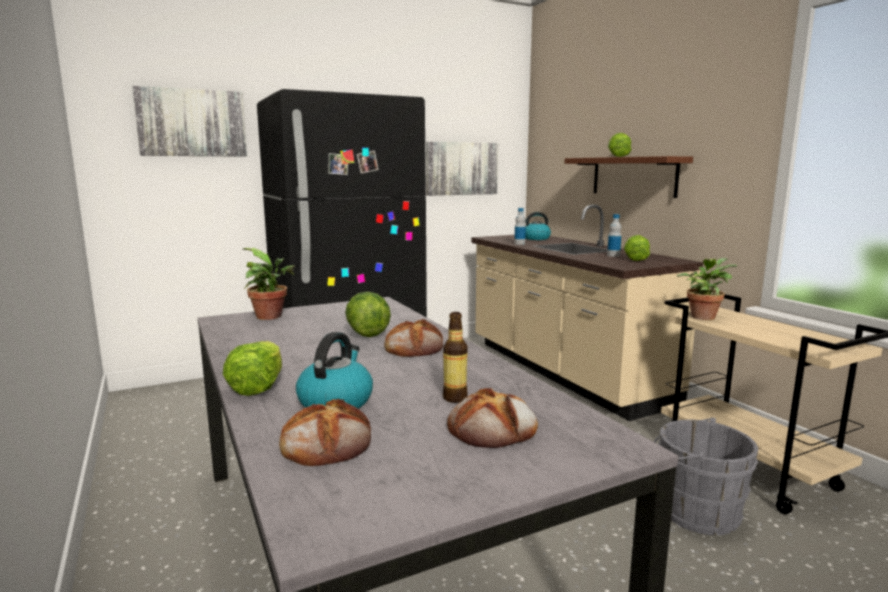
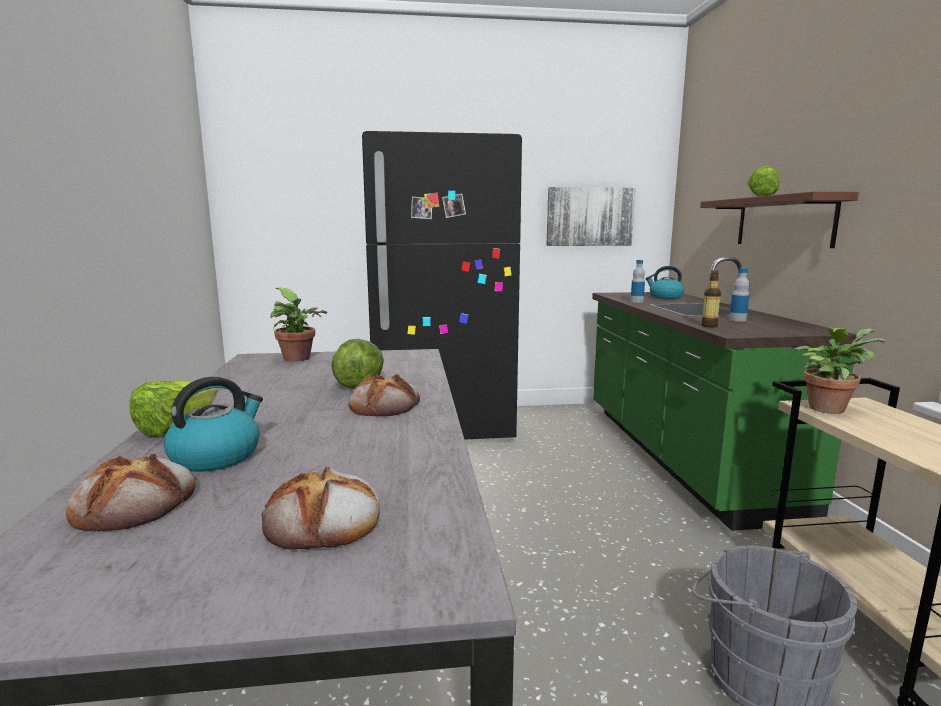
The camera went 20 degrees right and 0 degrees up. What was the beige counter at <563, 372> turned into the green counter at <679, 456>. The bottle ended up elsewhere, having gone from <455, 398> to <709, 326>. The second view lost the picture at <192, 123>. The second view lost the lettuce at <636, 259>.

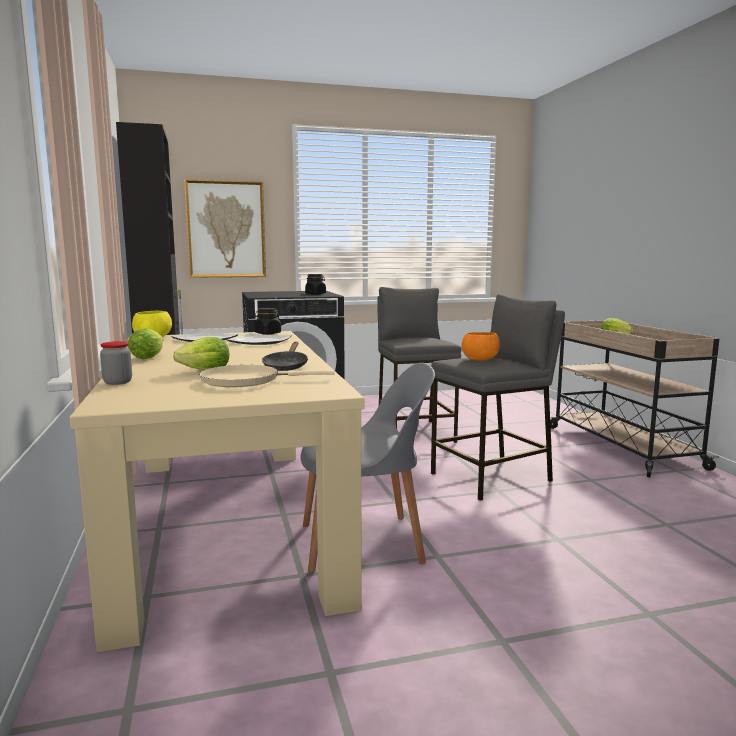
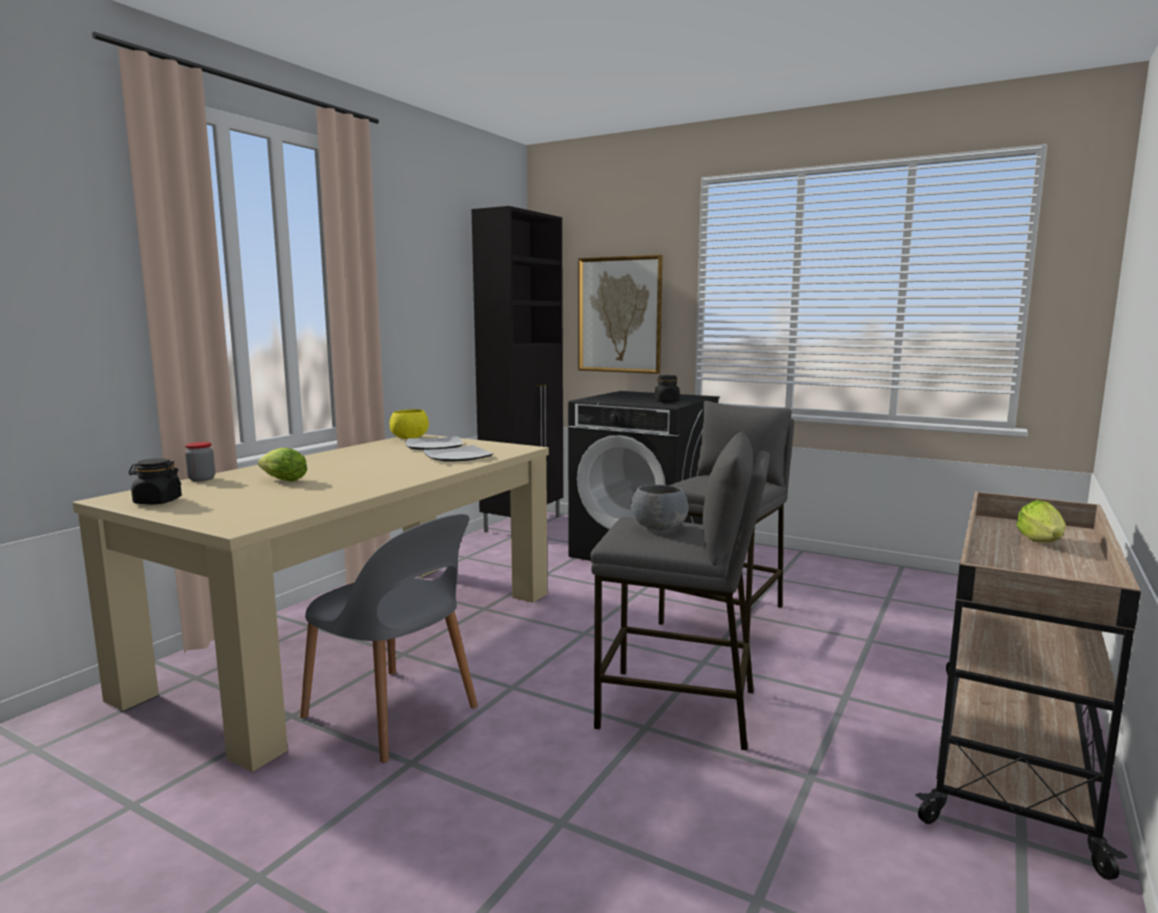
The camera went 45 degrees right and 0 degrees up. The black jar ended up elsewhere, having gone from <268, 333> to <157, 501>. What was the orange bowl at <480, 360> turned into the grey bowl at <660, 528>. The second view lost the lettuce at <149, 357>. The second view lost the beige frying pan at <246, 381>. The second view lost the black frying pan at <286, 366>.

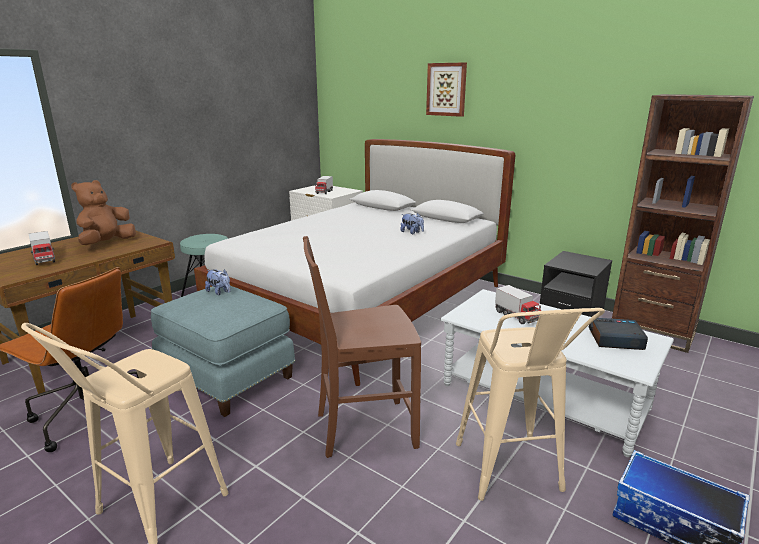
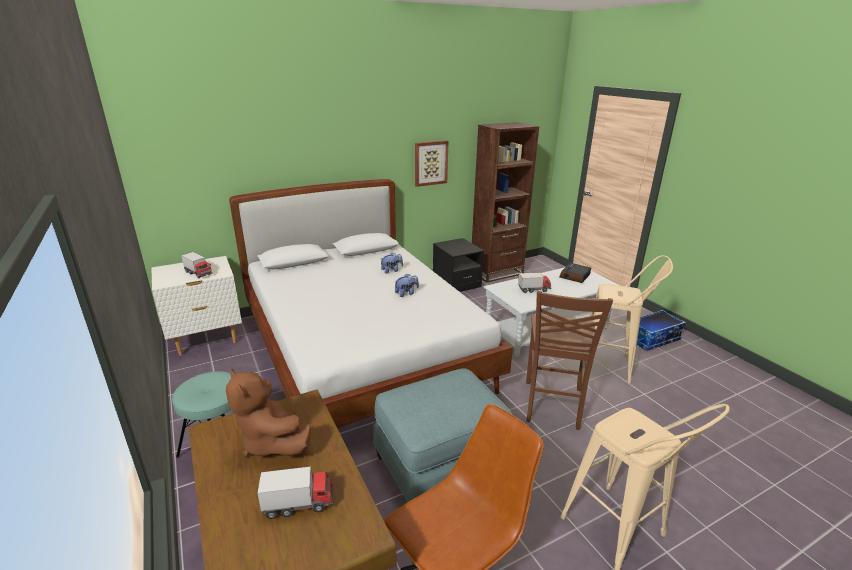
The camera went 65 degrees left and 5 degrees up. The plush toy ended up elsewhere, having gone from <219, 292> to <406, 293>. The picture ended up elsewhere, having gone from <446, 89> to <430, 163>.

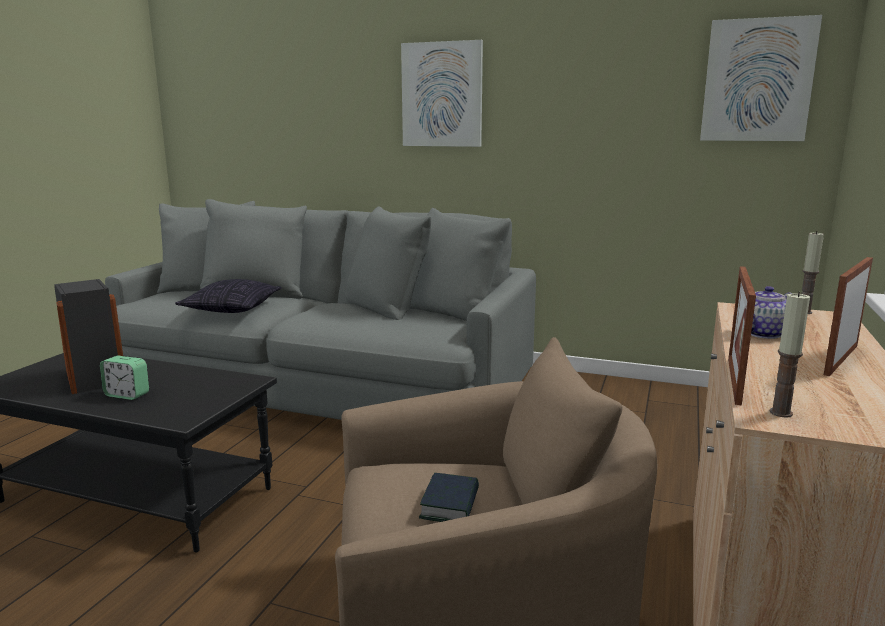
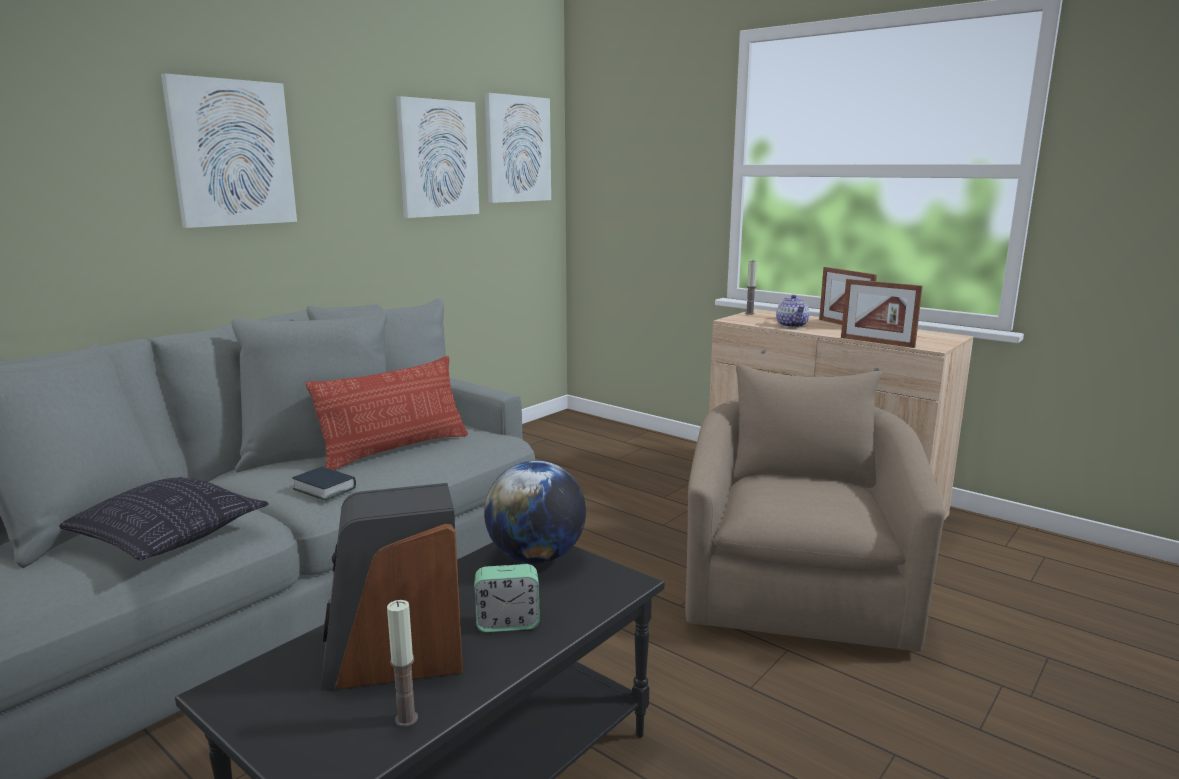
The camera went 70 degrees left and 0 degrees up. The book ended up elsewhere, having gone from <450, 505> to <324, 489>. The second view gained the pillow at <395, 450>. The candle ended up elsewhere, having gone from <780, 413> to <406, 719>. The second view gained the picture at <438, 158>. The alarm clock at <127, 395> ended up facing another way, 45 degrees clockwise from before. The second view gained the globe at <536, 557>.

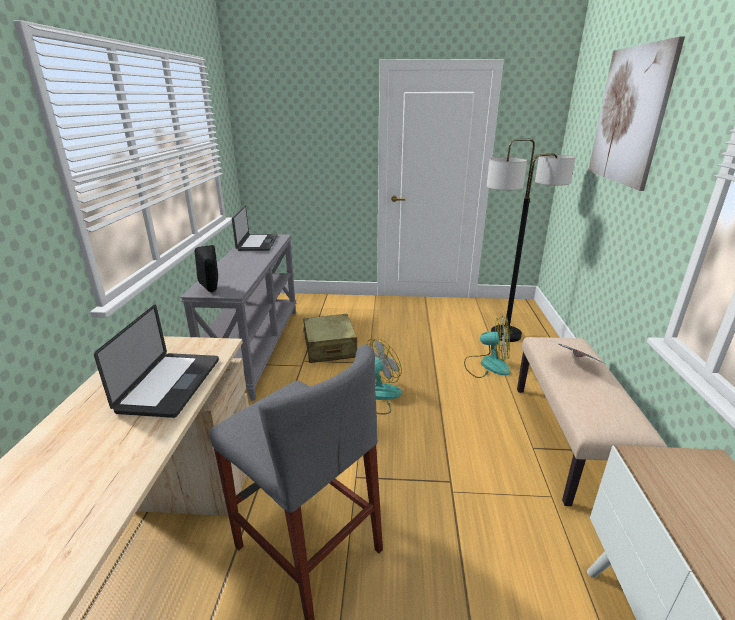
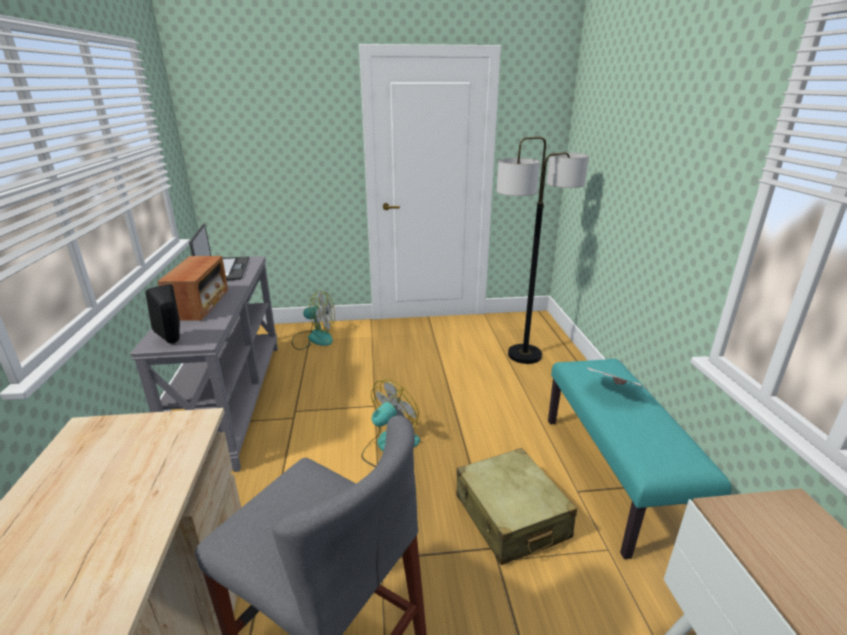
The camera went 10 degrees left and 0 degrees up. The second view gained the radio at <200, 305>. The fan ended up elsewhere, having gone from <487, 365> to <314, 338>. The beige suitcase ended up elsewhere, having gone from <329, 347> to <511, 517>. What was the beige bench at <569, 440> turned into the turquoise bench at <614, 477>. The second view lost the laptop at <170, 385>. The second view lost the picture at <629, 116>.

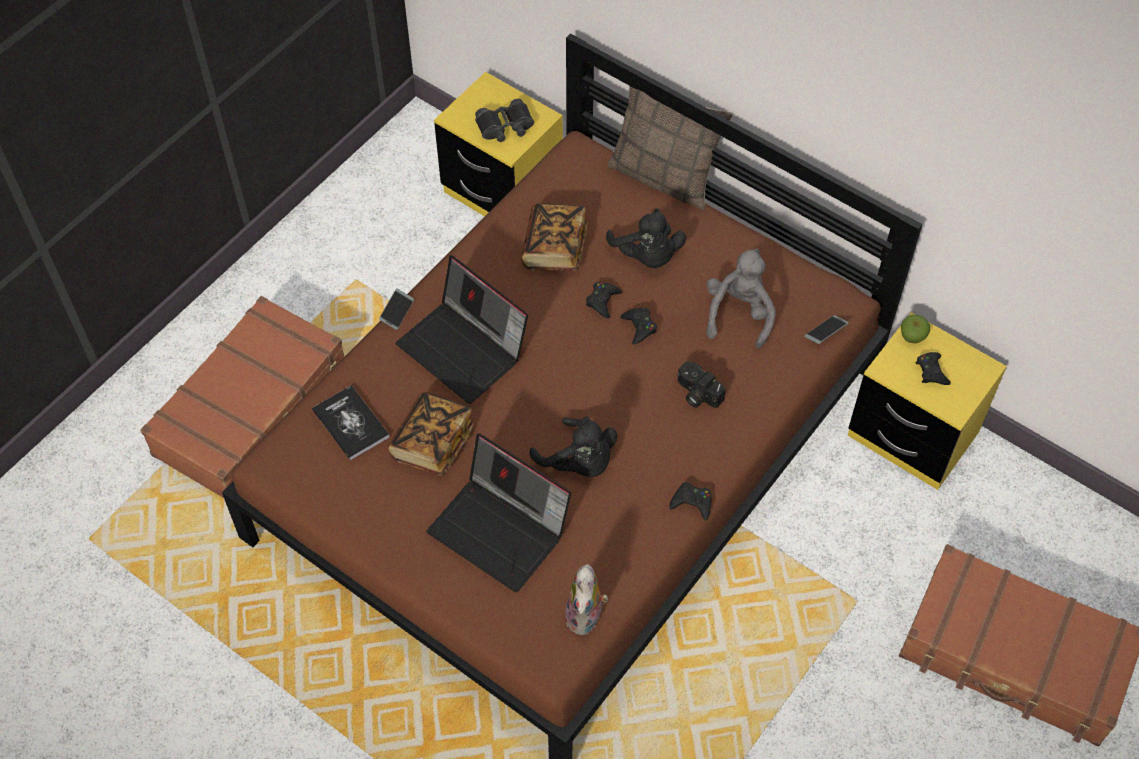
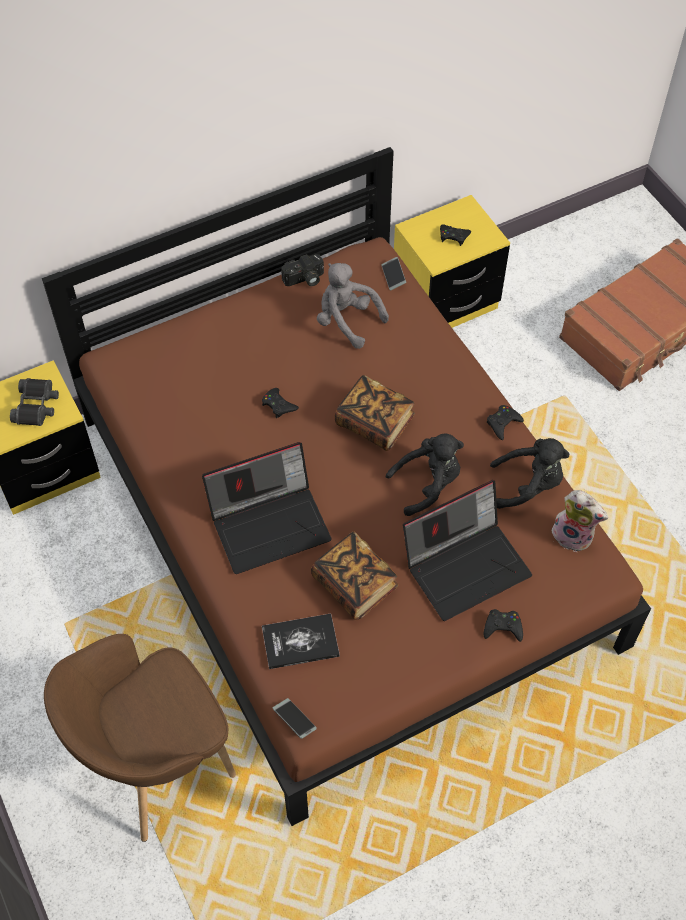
The camera went 65 degrees left and 0 degrees up. Where the brown suitcase stood at <253, 411>, the brown armchair came to stand at <158, 766>. The phone ended up elsewhere, having gone from <397, 311> to <294, 720>. The photo camera ended up elsewhere, having gone from <696, 394> to <304, 279>. The book ended up elsewhere, having gone from <554, 248> to <374, 423>. The black game controller ended up elsewhere, having gone from <639, 327> to <503, 627>. The black plush toy ended up elsewhere, having gone from <647, 256> to <528, 485>. The second view lost the pillow at <664, 176>. The second view lost the apple at <912, 337>.

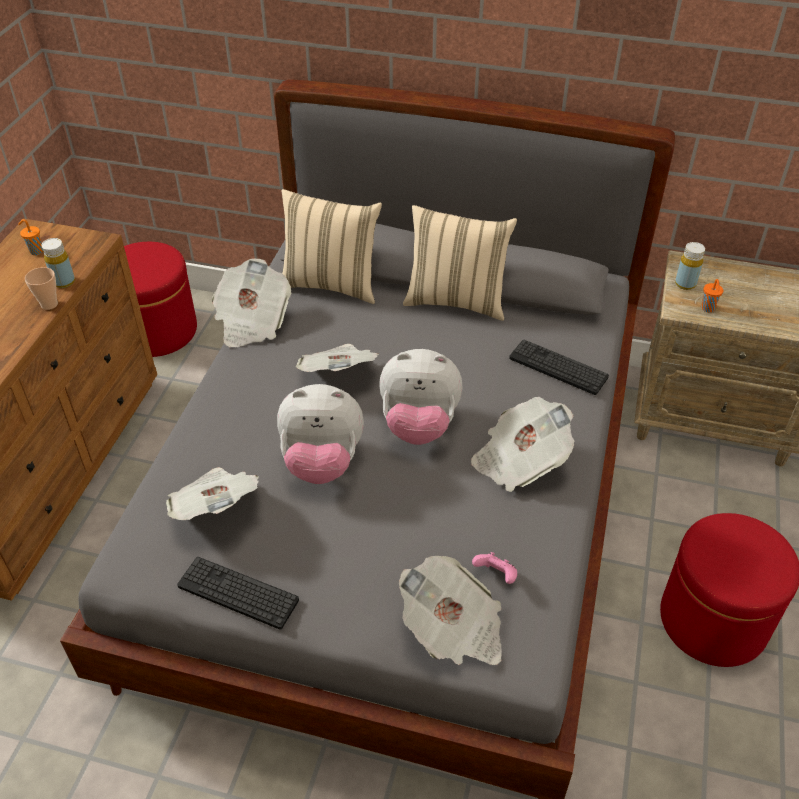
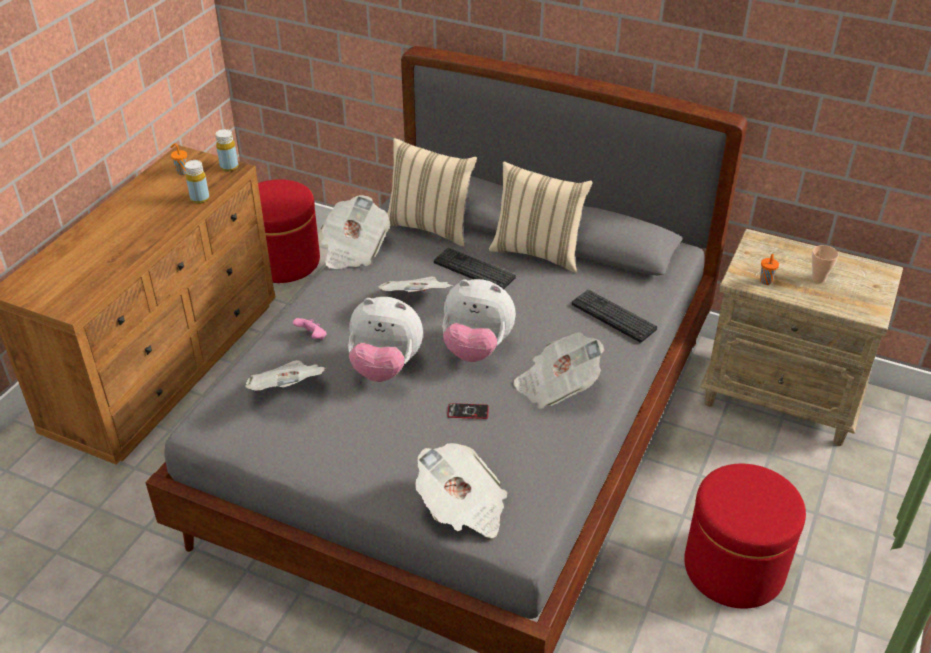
The camera went 10 degrees right and 5 degrees down. The yellow bottle ended up elsewhere, having gone from <685, 284> to <229, 167>. The pink game controller ended up elsewhere, having gone from <496, 575> to <312, 337>. The keyboard ended up elsewhere, having gone from <238, 593> to <474, 270>. The second view gained the phone at <468, 412>. The cup ended up elsewhere, having gone from <49, 304> to <818, 278>.

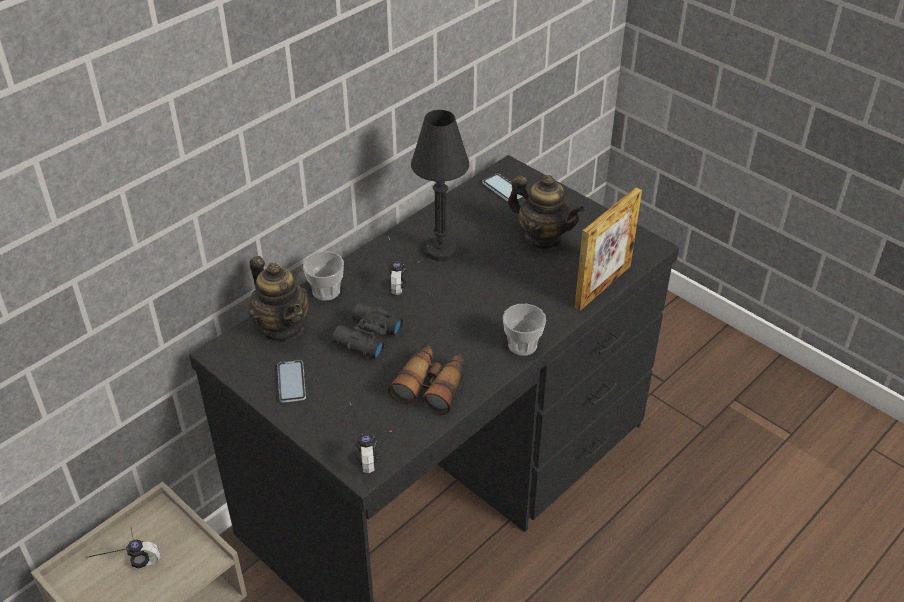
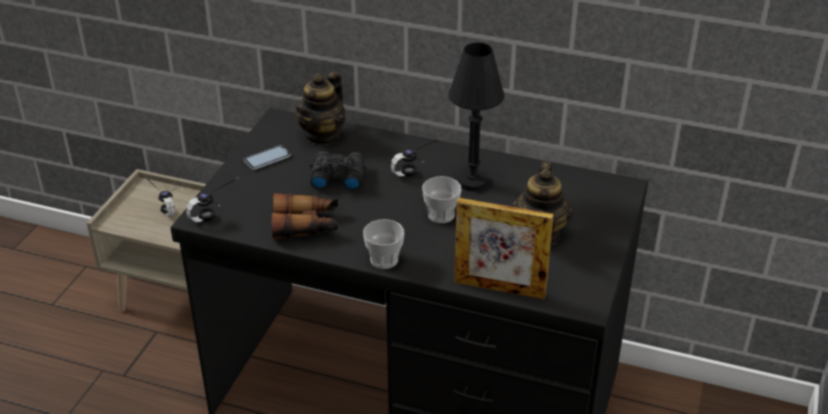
The camera went 65 degrees right and 5 degrees down. The cup ended up elsewhere, having gone from <326, 291> to <441, 215>. The second view lost the phone at <503, 189>.

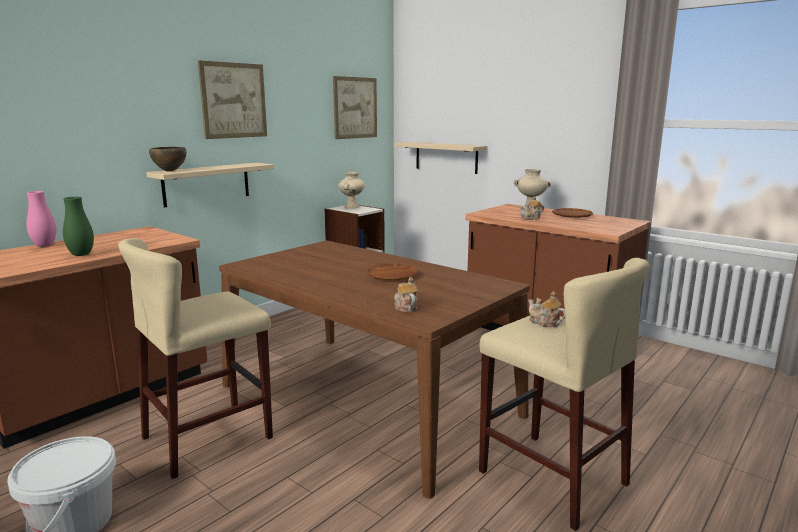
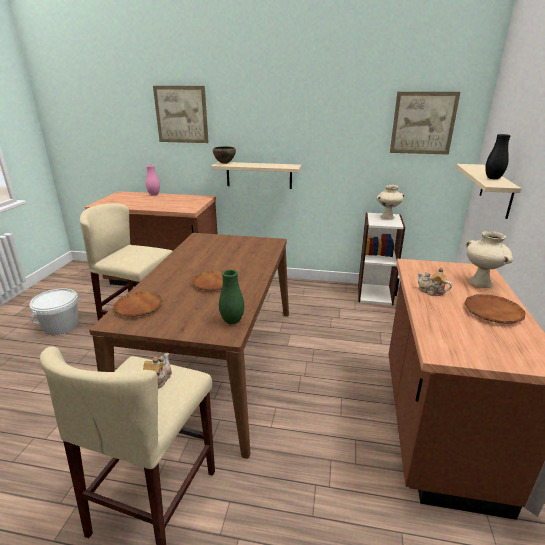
The camera went 60 degrees right and 10 degrees up. Where the teapot stood at <405, 307>, the brown plate came to stand at <139, 307>. The picture ended up elsewhere, having gone from <233, 100> to <181, 114>. The green vase ended up elsewhere, having gone from <81, 255> to <232, 321>. The second view gained the black vase at <493, 178>.

